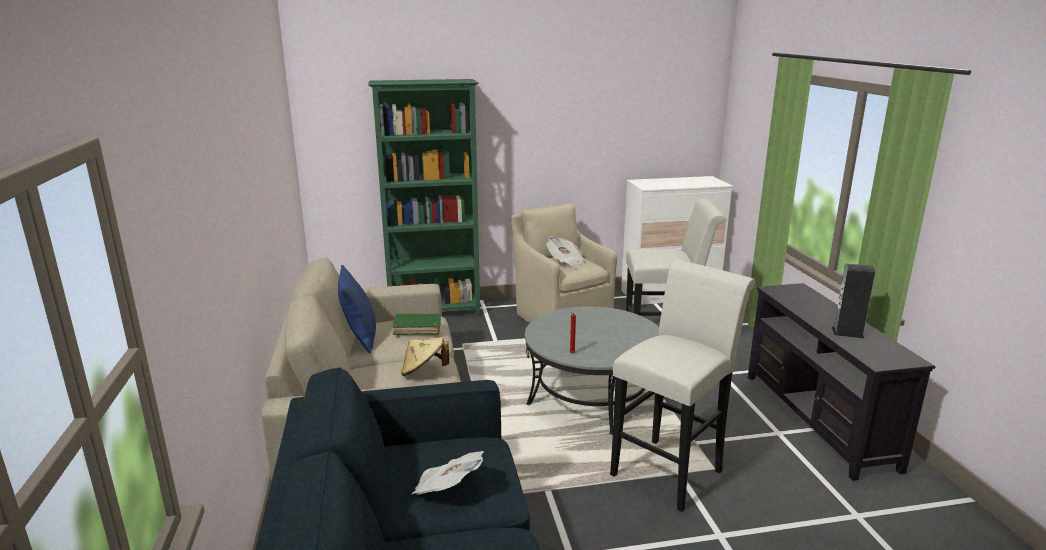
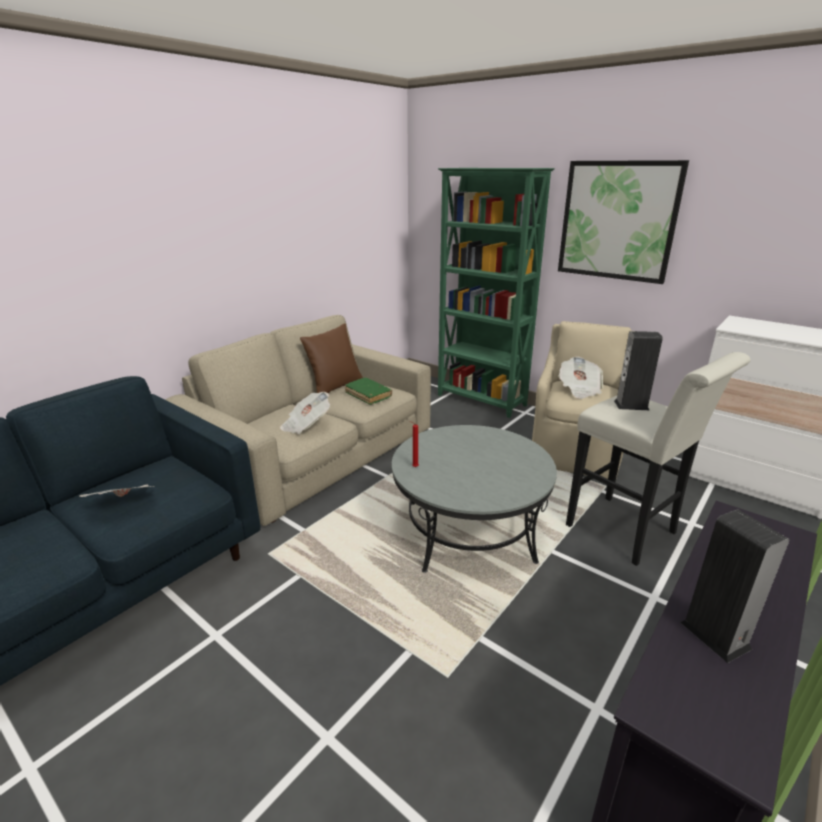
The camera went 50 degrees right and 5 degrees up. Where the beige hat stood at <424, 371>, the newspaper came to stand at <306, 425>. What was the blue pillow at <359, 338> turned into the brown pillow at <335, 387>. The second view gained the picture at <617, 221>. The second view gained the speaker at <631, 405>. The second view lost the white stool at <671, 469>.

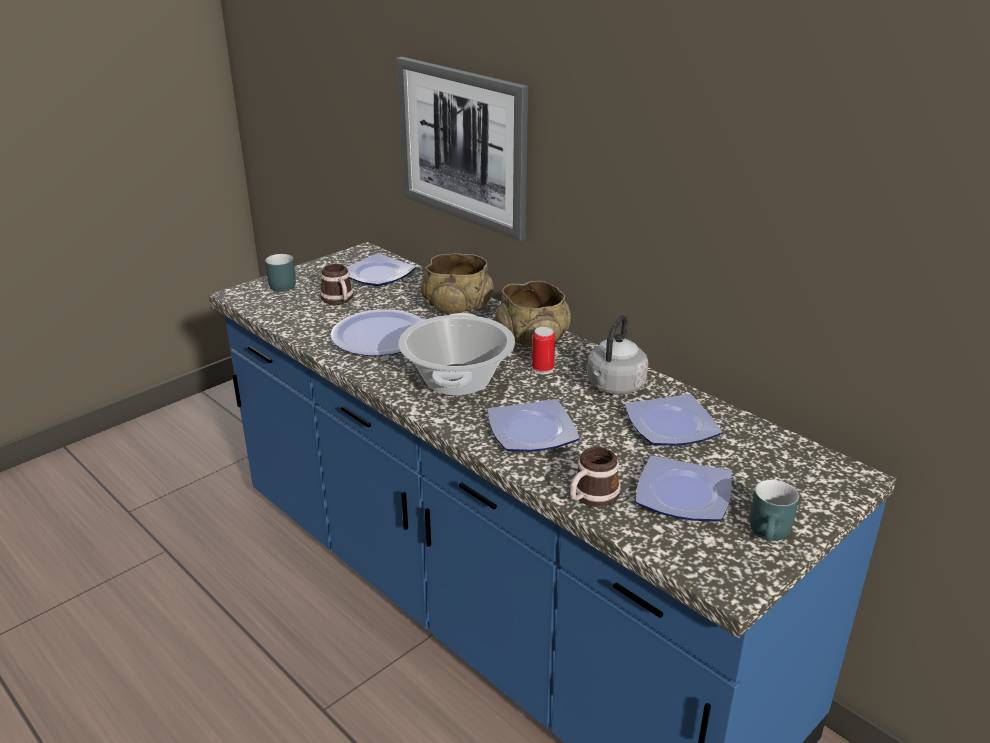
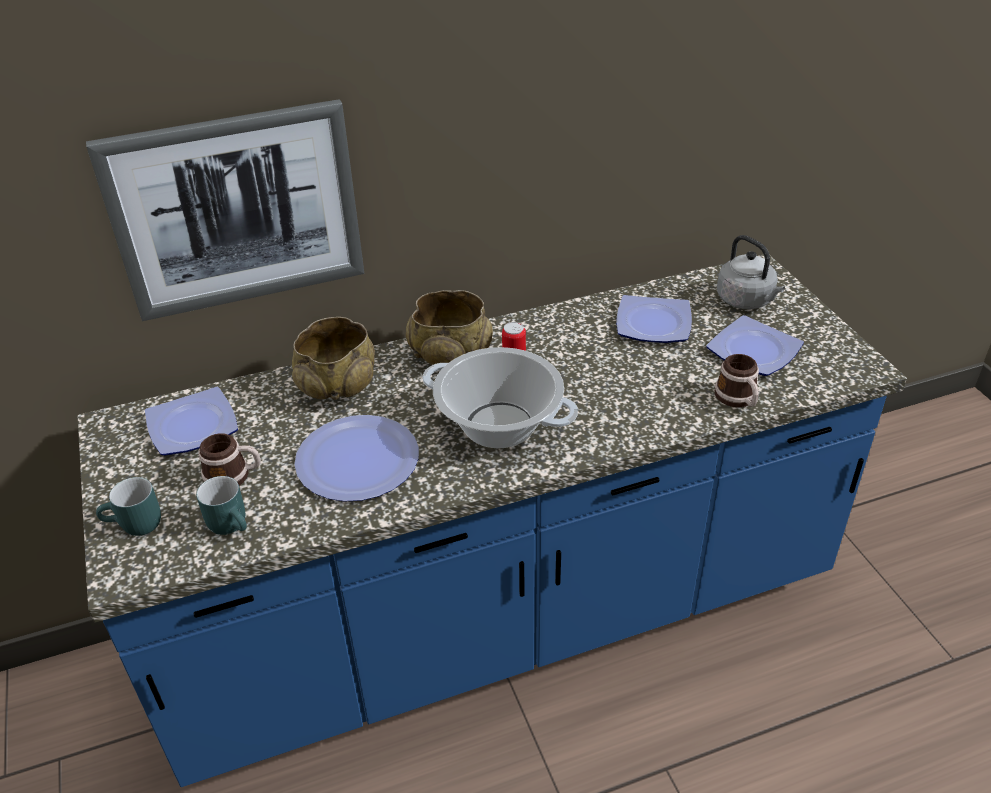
The camera went 65 degrees left and 10 degrees up. The turquoise mug ended up elsewhere, having gone from <771, 534> to <233, 524>. The grey kettle ended up elsewhere, having gone from <614, 387> to <747, 301>. The second view lost the plate at <530, 431>.

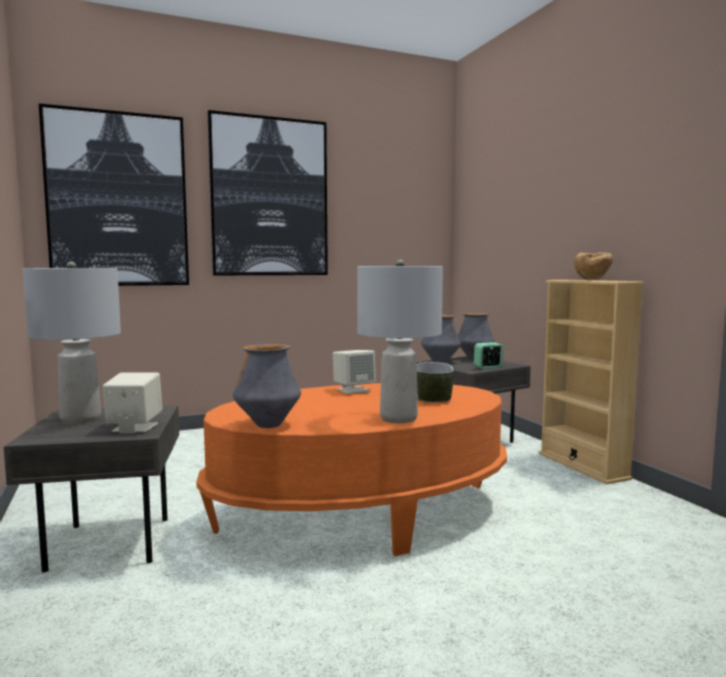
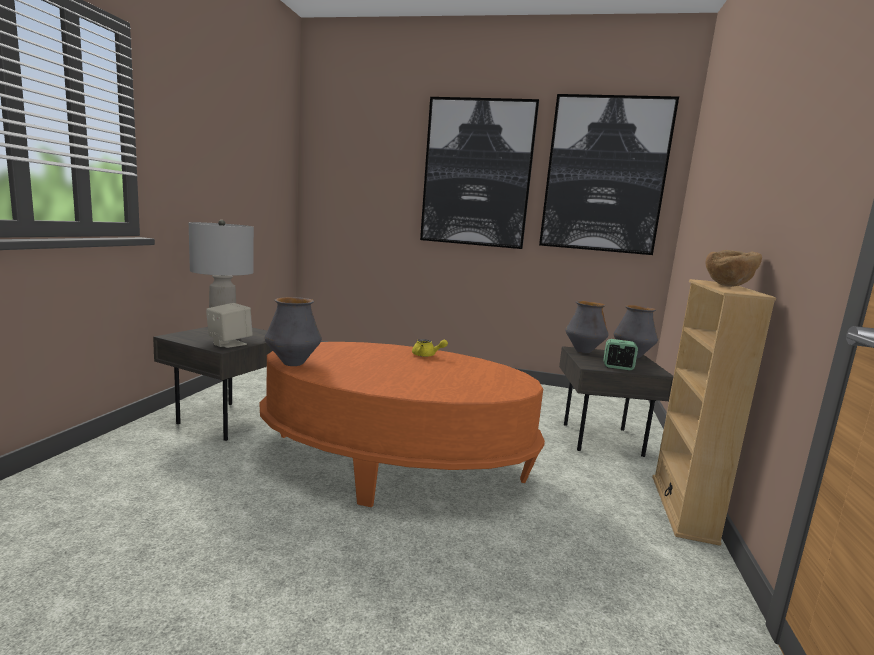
The camera went 35 degrees right and 5 degrees up. Where the beige speaker stood at <353, 390>, the yellow teapot came to stand at <427, 355>. The picture ended up elsewhere, having gone from <118, 200> to <604, 175>. The second view lost the grey table lamp at <398, 418>. The second view lost the bowl at <433, 397>.

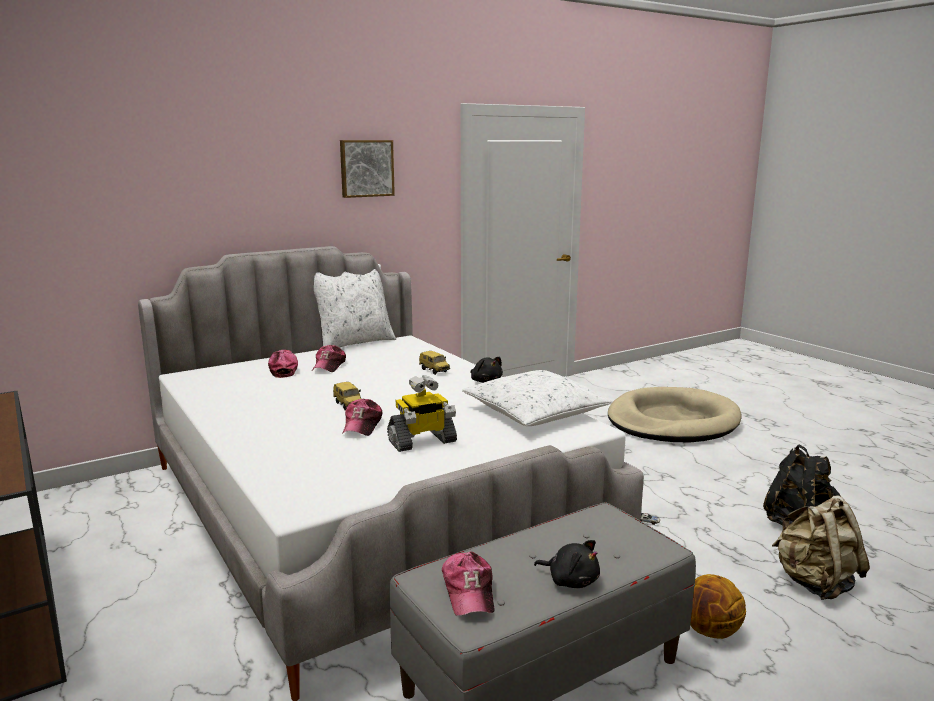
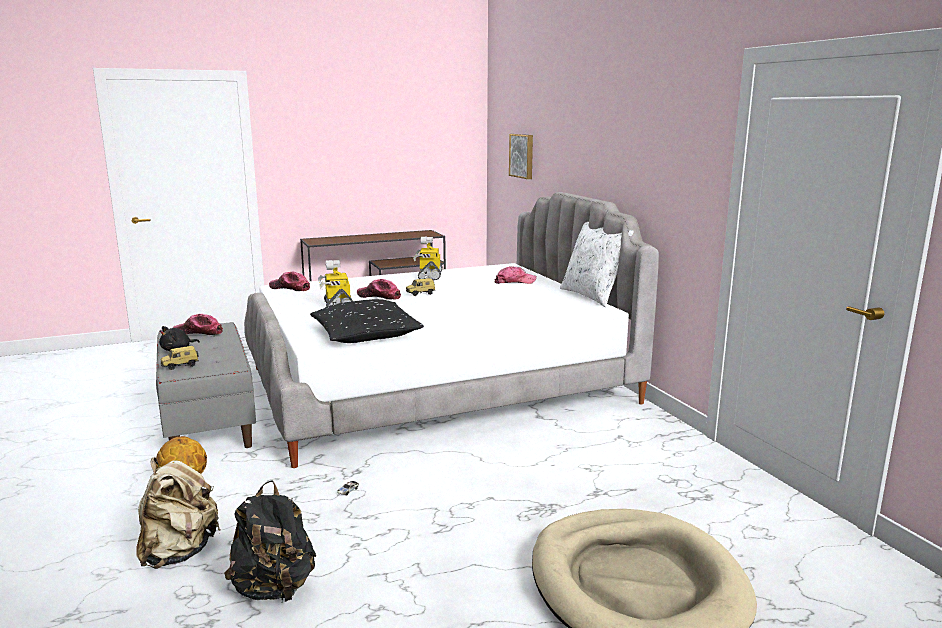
The camera went 100 degrees right and 0 degrees up. The toy car ended up elsewhere, having gone from <435, 371> to <180, 366>. The cap ended up elsewhere, having gone from <329, 366> to <290, 288>. What was the white pillow at <535, 412> turned into the black pillow at <366, 334>. The second view gained the toy robot at <429, 276>. The picture ended up elsewhere, having gone from <366, 168> to <522, 156>. The second view lost the black plush toy at <486, 381>.

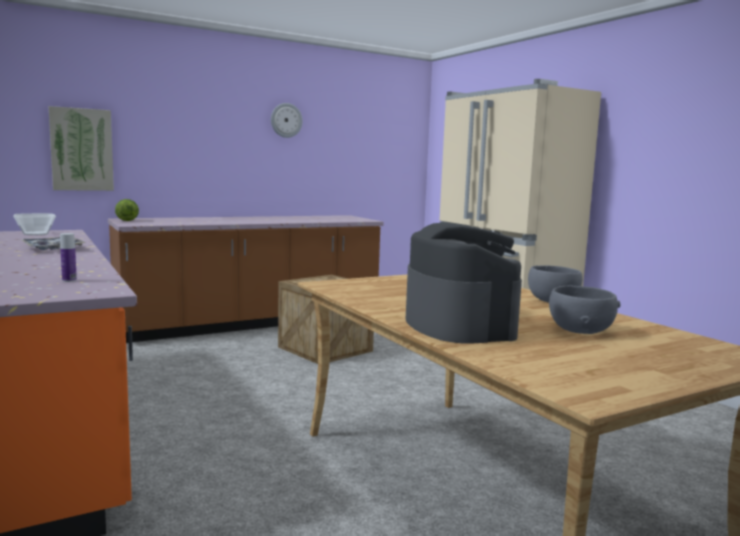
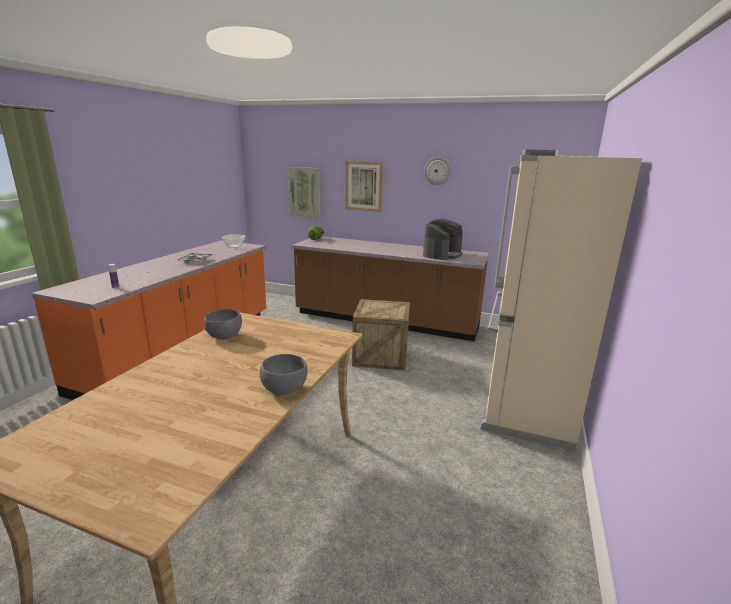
The camera went 50 degrees right and 10 degrees up. The grey bowl ended up elsewhere, having gone from <580, 331> to <225, 336>. The second view gained the picture at <363, 186>. The coffee machine ended up elsewhere, having gone from <458, 324> to <442, 254>.

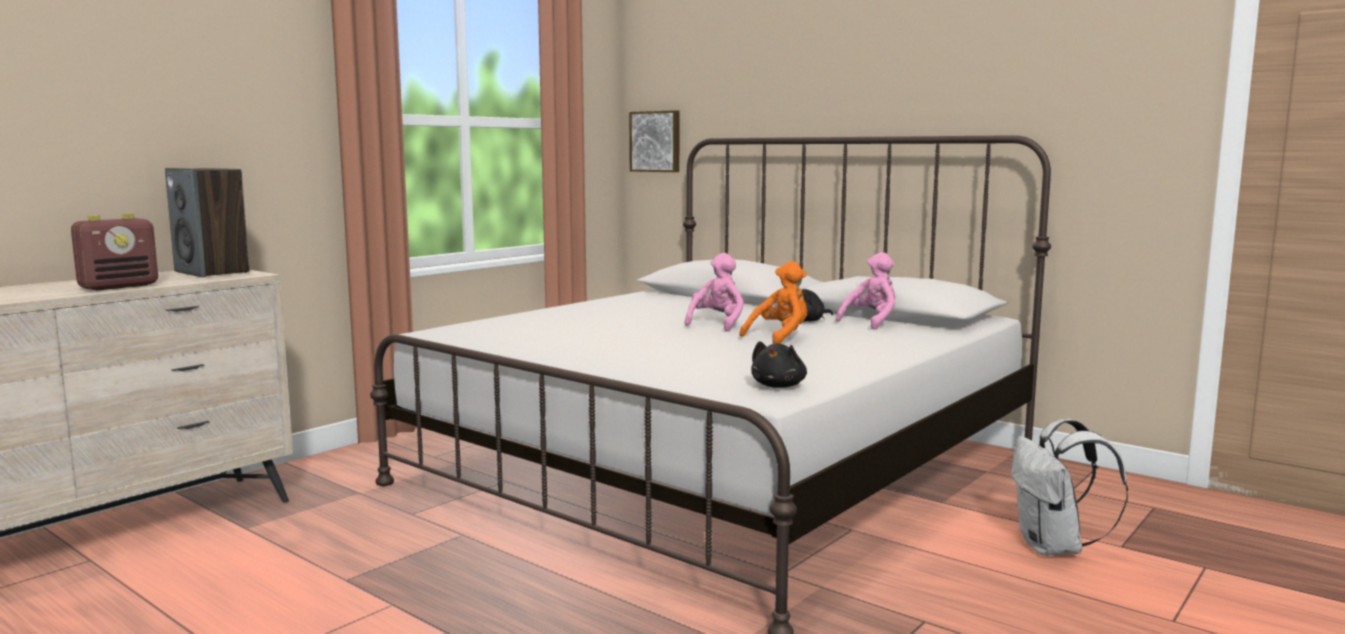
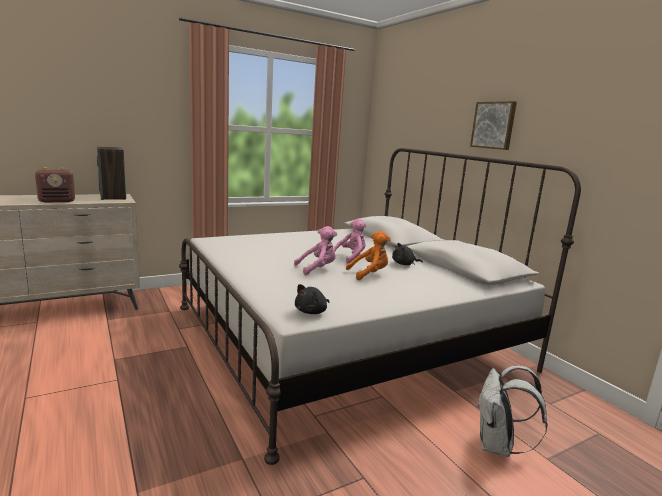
The camera went 20 degrees right and 5 degrees up. The pink plush toy ended up elsewhere, having gone from <871, 322> to <317, 269>. The picture ended up elsewhere, having gone from <656, 141> to <494, 125>.

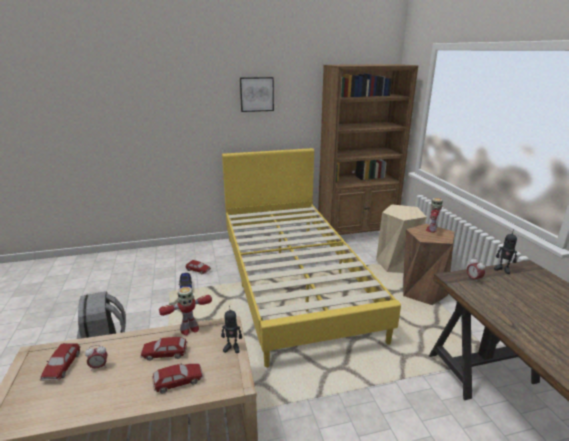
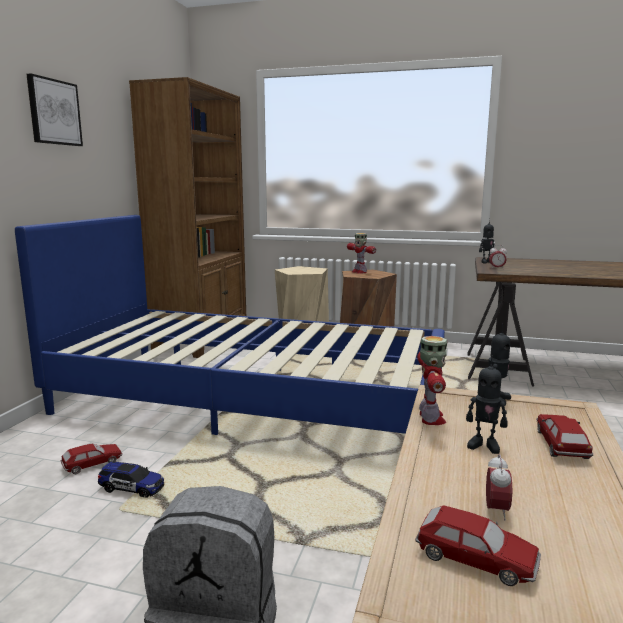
The camera went 60 degrees left and 10 degrees down. What was the yellow bed at <293, 280> turned into the blue bed at <251, 400>. Where the toy car stood at <165, 353>, the toy robot came to stand at <484, 445>.

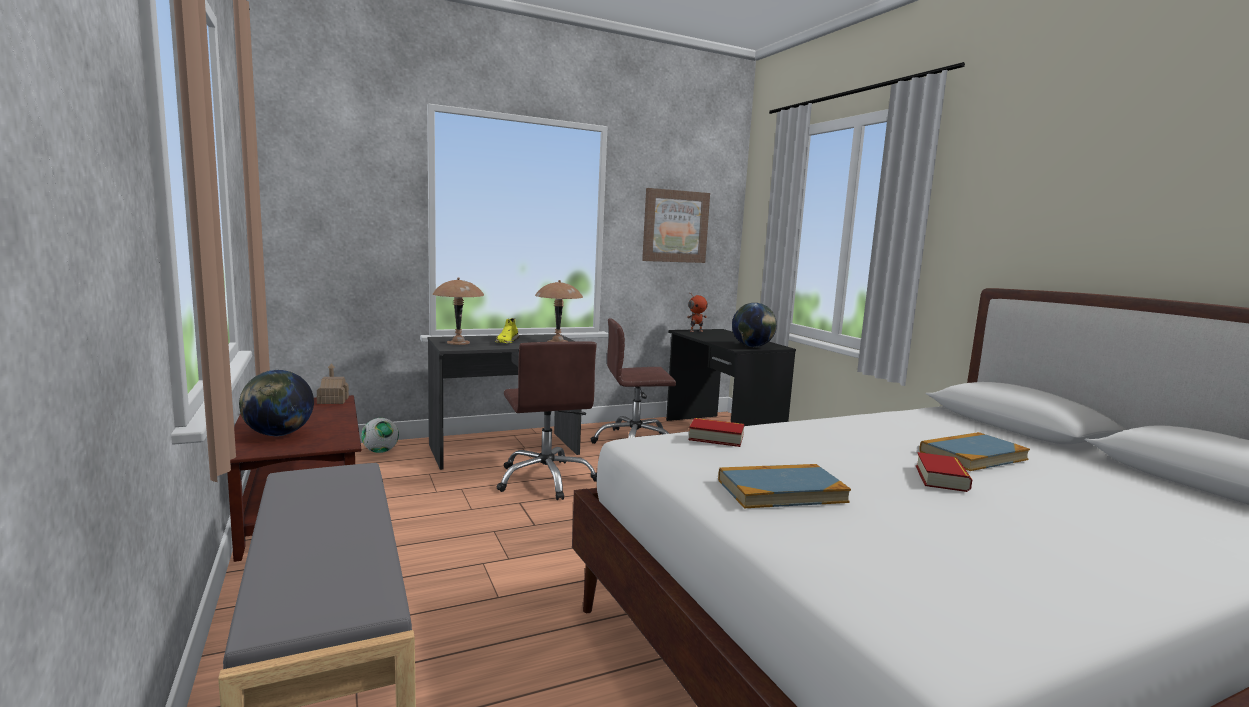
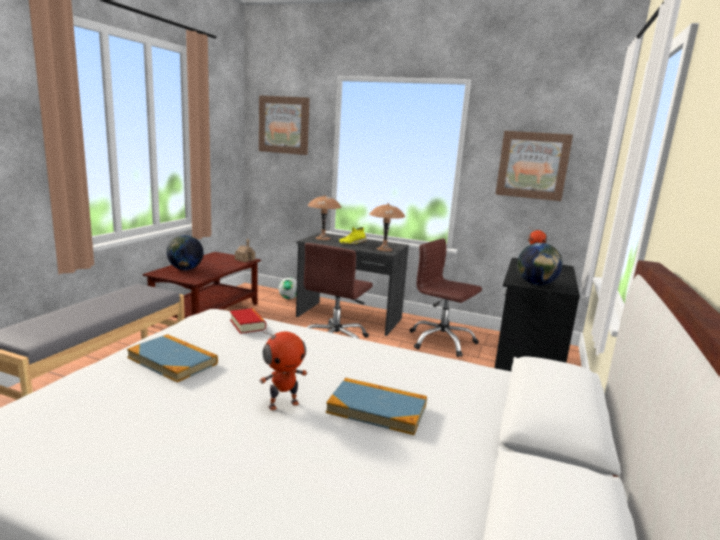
The camera went 45 degrees right and 5 degrees up. The second view gained the picture at <284, 125>. Where the book stood at <941, 478>, the toy robot came to stand at <283, 404>.

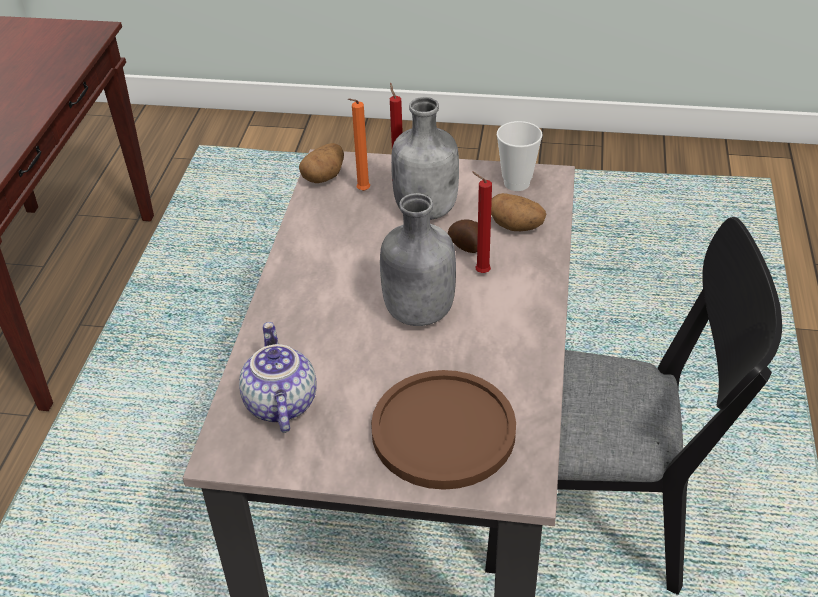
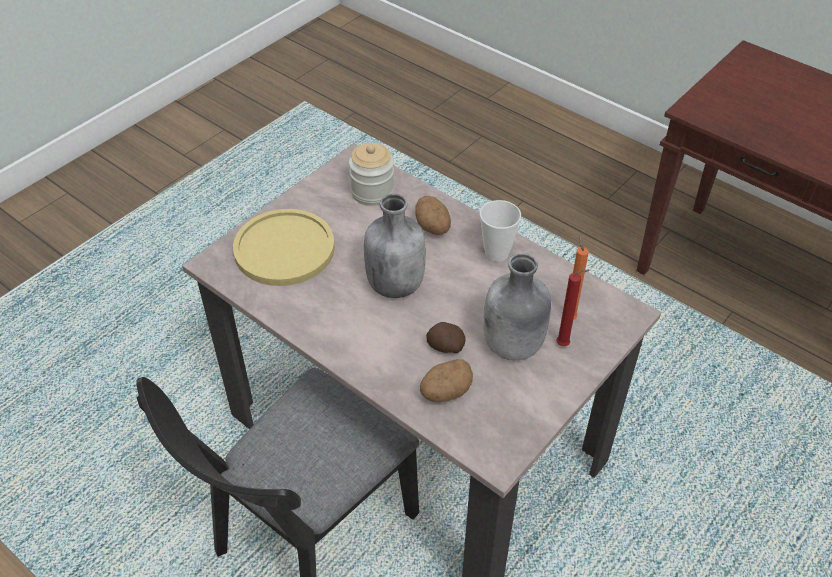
The camera went 120 degrees right and 5 degrees up. What was the brown plate at <443, 431> turned into the yellow plate at <284, 249>. Where the teapot stood at <279, 403>, the jar came to stand at <372, 192>. The potato ended up elsewhere, having gone from <324, 177> to <433, 227>. The cup ended up elsewhere, having gone from <516, 183> to <496, 253>. The second view lost the red candle at <480, 272>.

